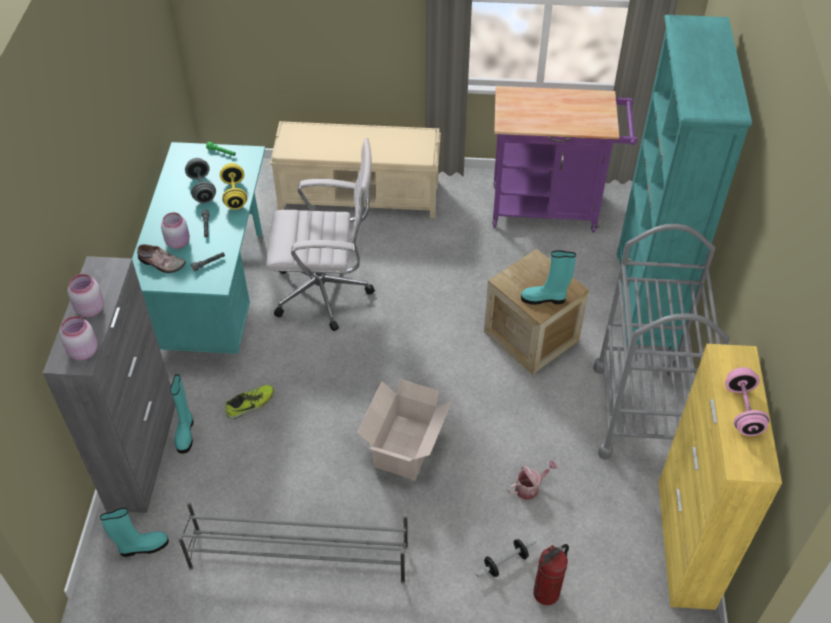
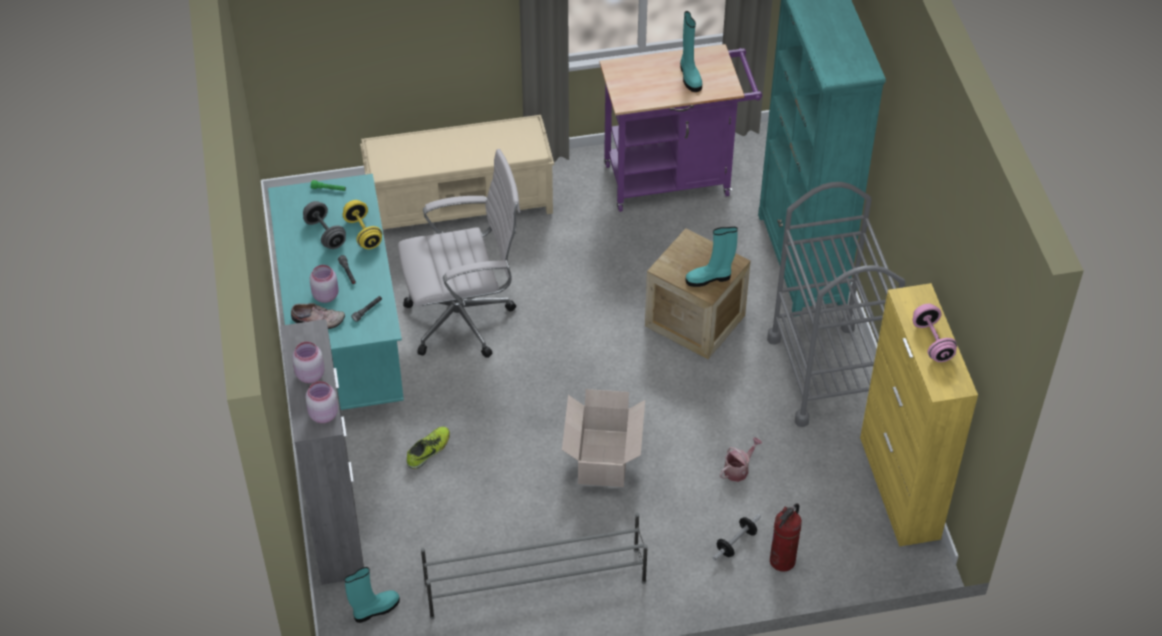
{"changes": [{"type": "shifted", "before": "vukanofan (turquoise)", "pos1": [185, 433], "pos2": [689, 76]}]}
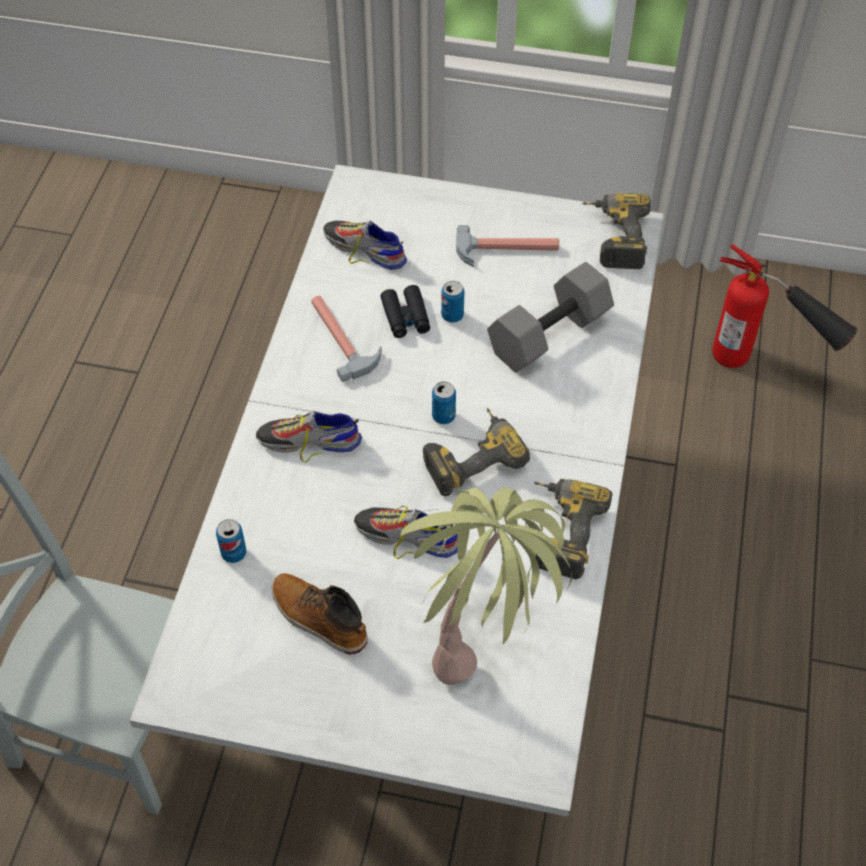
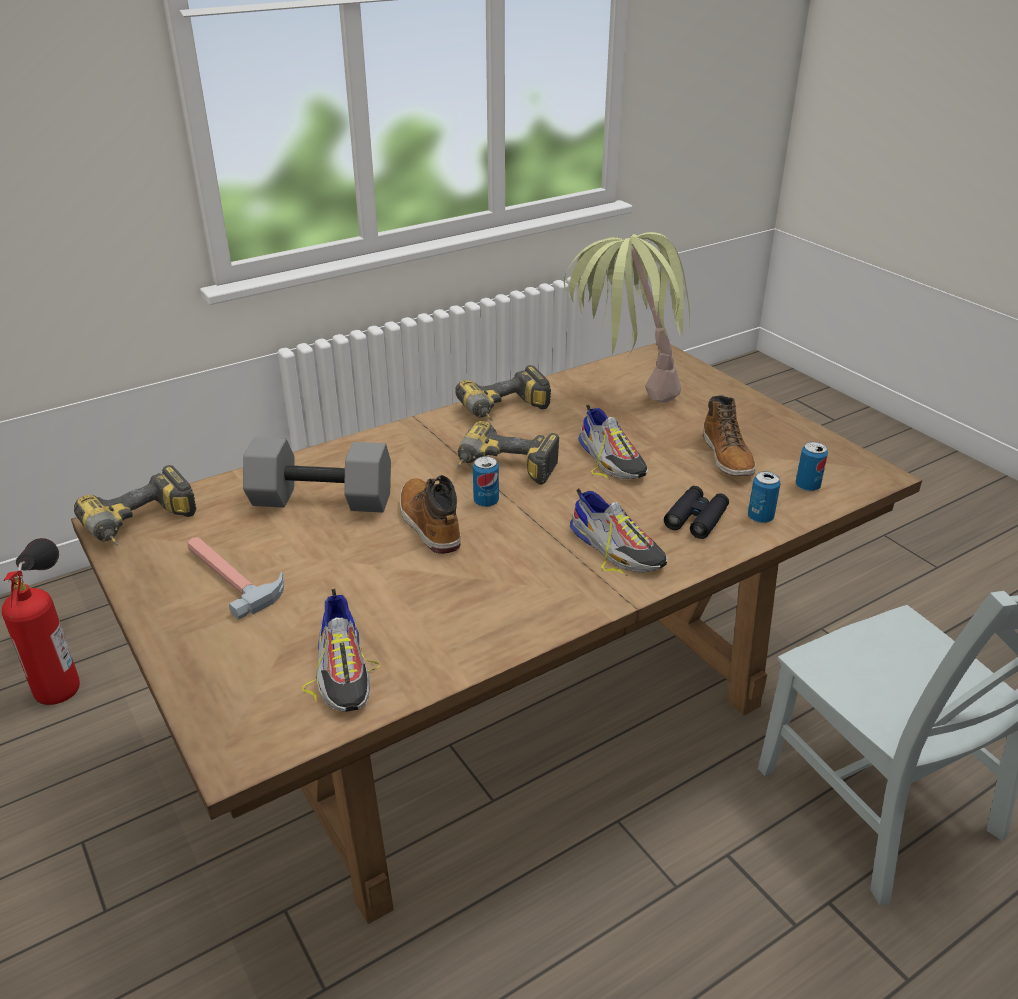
{"changes": [{"type": "repainted", "before": "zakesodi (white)", "after": "zakesodi (brown)", "pos1": [433, 580], "pos2": [511, 713]}, {"type": "gone", "before": "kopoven", "pos1": [342, 337]}, {"type": "shifted", "before": "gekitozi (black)", "pos1": [406, 317], "pos2": [696, 518]}, {"type": "shifted", "before": "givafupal", "pos1": [452, 315], "pos2": [807, 486]}, {"type": "new", "after": "vukanofan", "pos2": [429, 524]}]}
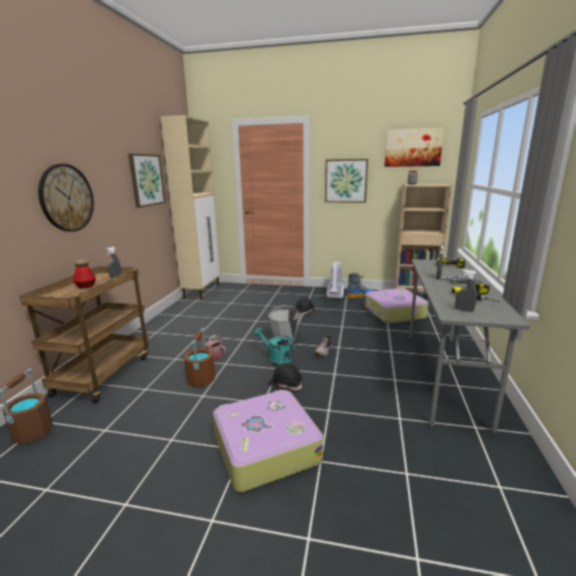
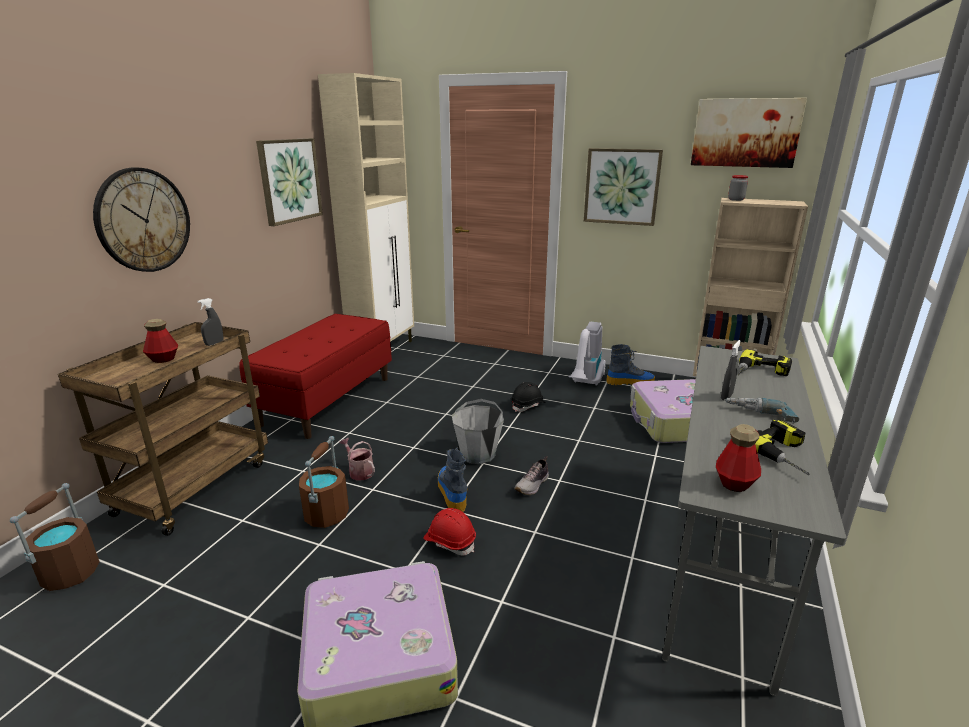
{"changes": [{"type": "swapped", "before": "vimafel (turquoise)", "after": "vukanofan", "pos1": [276, 359], "pos2": [452, 492]}, {"type": "repainted", "before": "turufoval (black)", "after": "turufoval (red)", "pos1": [285, 384], "pos2": [450, 541]}, {"type": "swapped", "before": "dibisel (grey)", "after": "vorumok", "pos1": [464, 310], "pos2": [735, 483]}, {"type": "new", "after": "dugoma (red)", "pos2": [327, 400]}]}
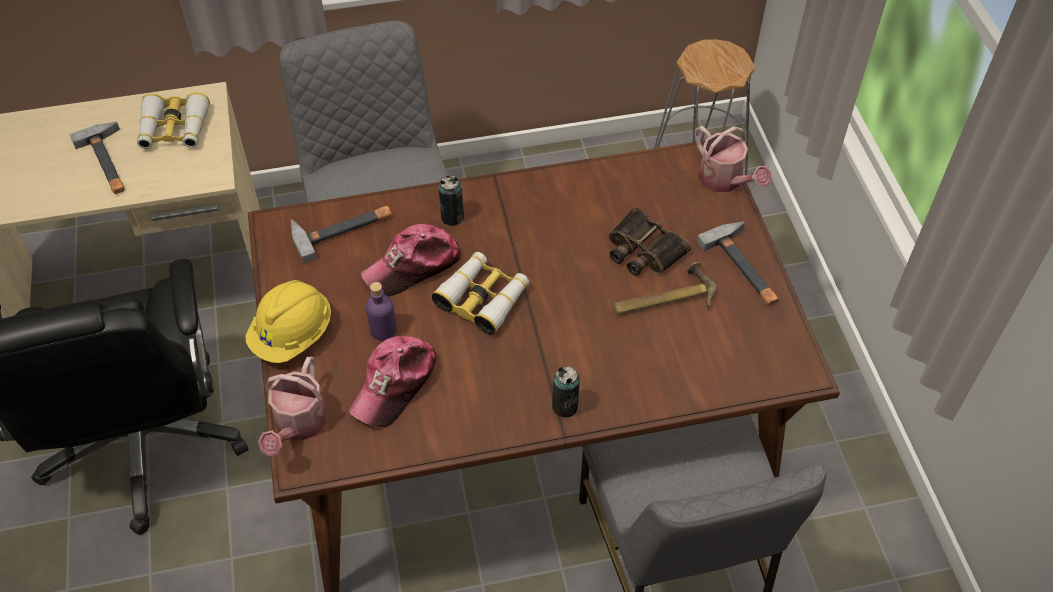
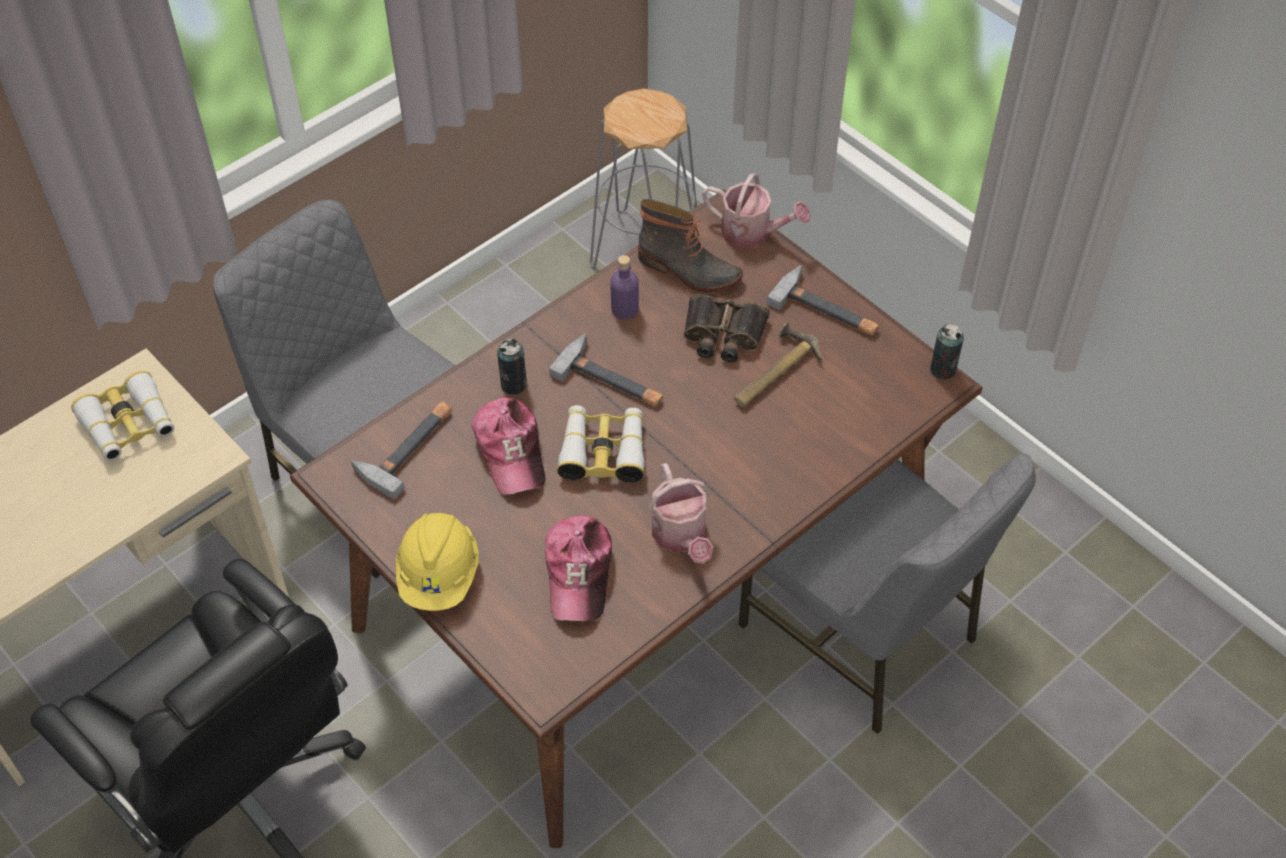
{"changes": [{"type": "shifted", "before": "kopoven", "pos1": [109, 162], "pos2": [612, 379]}, {"type": "shifted", "before": "vimafel", "pos1": [298, 426], "pos2": [681, 536]}, {"type": "rotated", "before": "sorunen", "pos1": [413, 266], "pos2": [510, 451], "turn": -45}, {"type": "shifted", "before": "vorumok (purple)", "pos1": [383, 330], "pos2": [624, 309]}, {"type": "shifted", "before": "givafupal", "pos1": [564, 406], "pos2": [942, 369]}, {"type": "new", "after": "vukanofan", "pos2": [688, 271]}]}
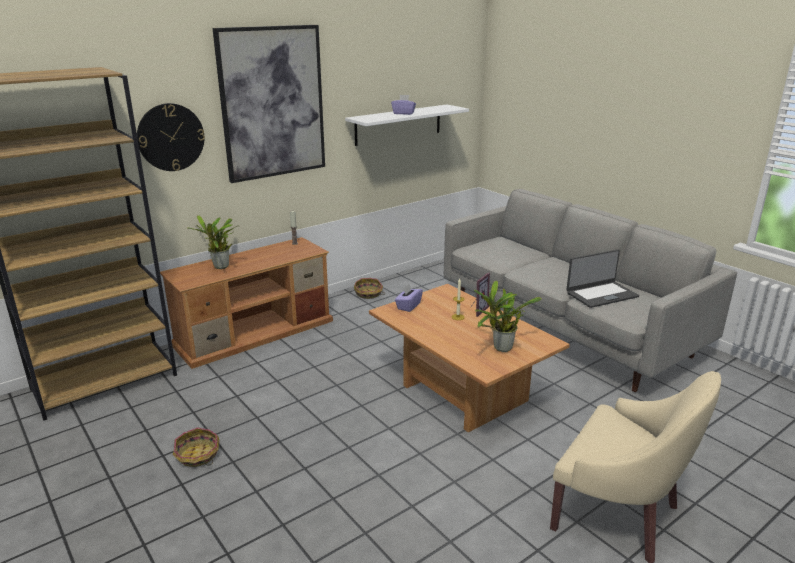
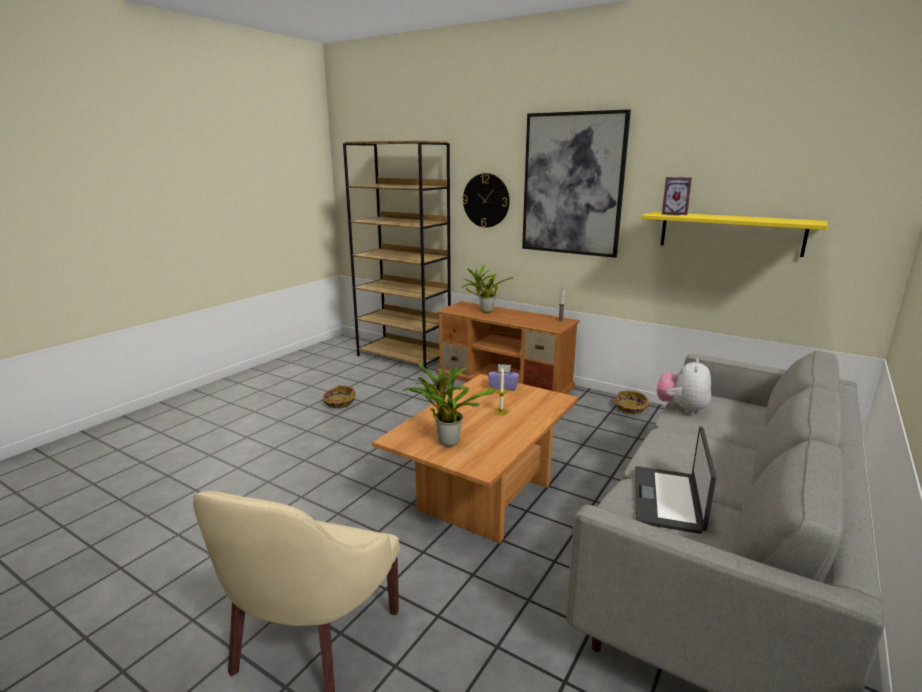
{"changes": [{"type": "repainted", "before": "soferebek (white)", "after": "soferebek (yellow)", "pos1": [398, 124], "pos2": [730, 233]}, {"type": "gone", "before": "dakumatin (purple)", "pos1": [403, 113]}, {"type": "shifted", "before": "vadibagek", "pos1": [476, 310], "pos2": [673, 214]}, {"type": "rotated", "before": "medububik", "pos1": [601, 294], "pos2": [669, 499], "turn": 60}, {"type": "new", "after": "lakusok", "pos2": [682, 409]}]}
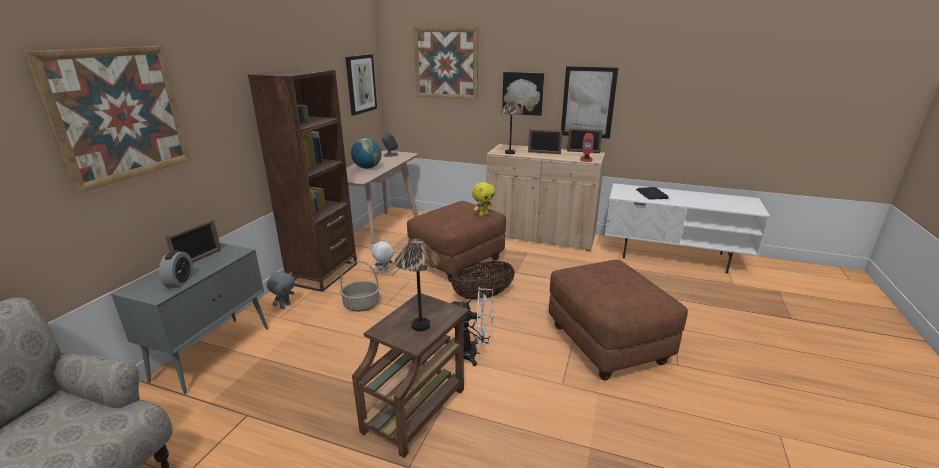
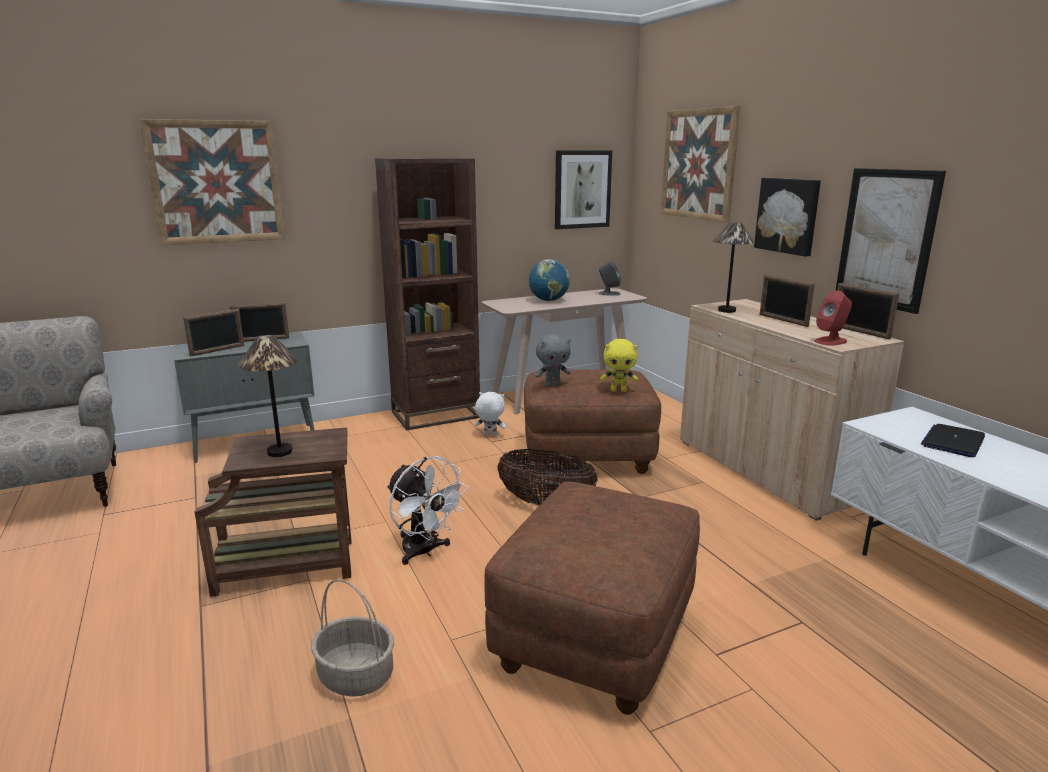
{"changes": [{"type": "swapped", "before": "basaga", "after": "vadibagek", "pos1": [180, 282], "pos2": [217, 350]}, {"type": "shifted", "before": "lakusok (grey)", "pos1": [285, 306], "pos2": [552, 385]}, {"type": "shifted", "before": "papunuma", "pos1": [361, 305], "pos2": [355, 676]}]}
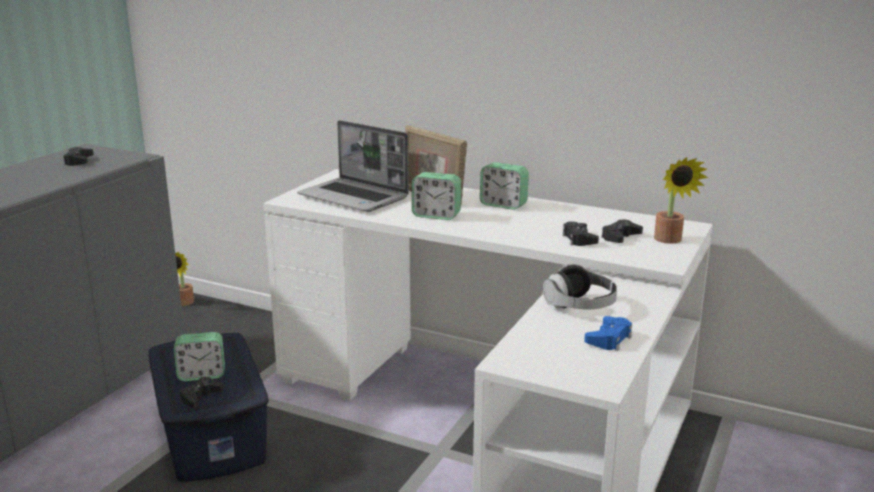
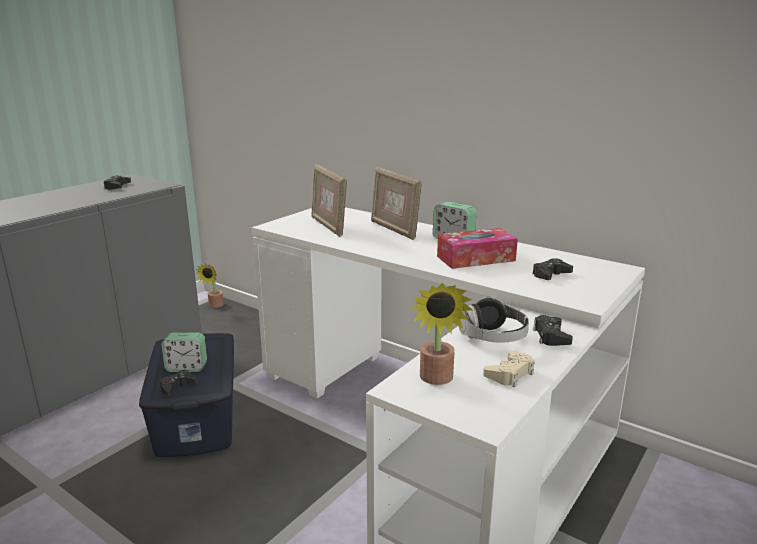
{"changes": [{"type": "swapped", "before": "medububik", "after": "vadibagek", "pos1": [355, 197], "pos2": [328, 226]}, {"type": "gone", "before": "basaga", "pos1": [436, 215]}, {"type": "shifted", "before": "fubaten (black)", "pos1": [579, 239], "pos2": [551, 336]}, {"type": "repainted", "before": "fubaten (blue)", "after": "fubaten (beige)", "pos1": [609, 339], "pos2": [510, 374]}, {"type": "shifted", "before": "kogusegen", "pos1": [670, 240], "pos2": [436, 380]}, {"type": "new", "after": "dakumatin", "pos2": [476, 258]}]}
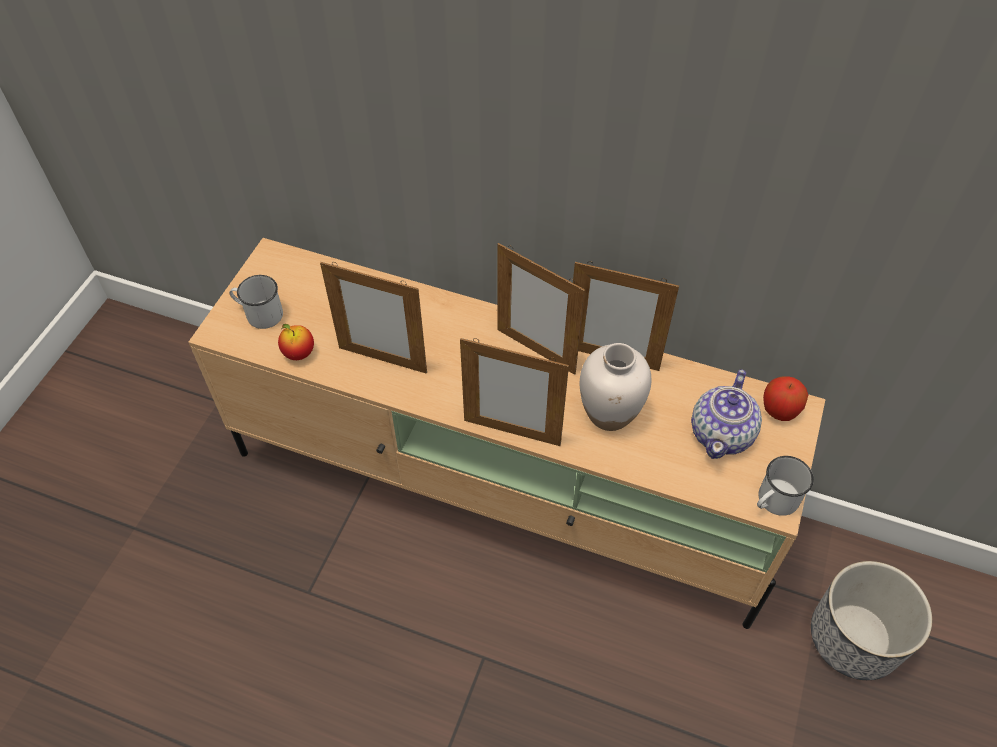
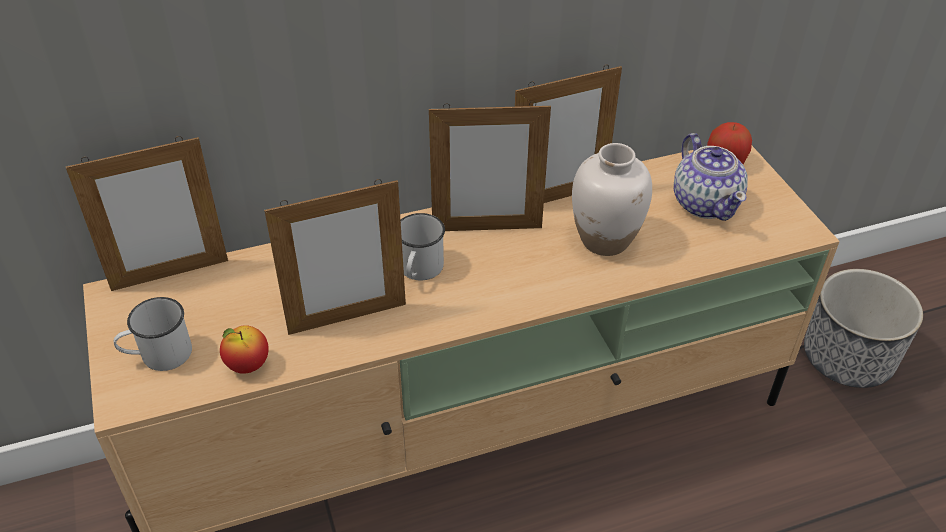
{"changes": [{"type": "shifted", "before": "vadibagek", "pos1": [512, 432], "pos2": [170, 275]}, {"type": "shifted", "before": "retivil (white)", "pos1": [773, 501], "pos2": [419, 271]}]}
